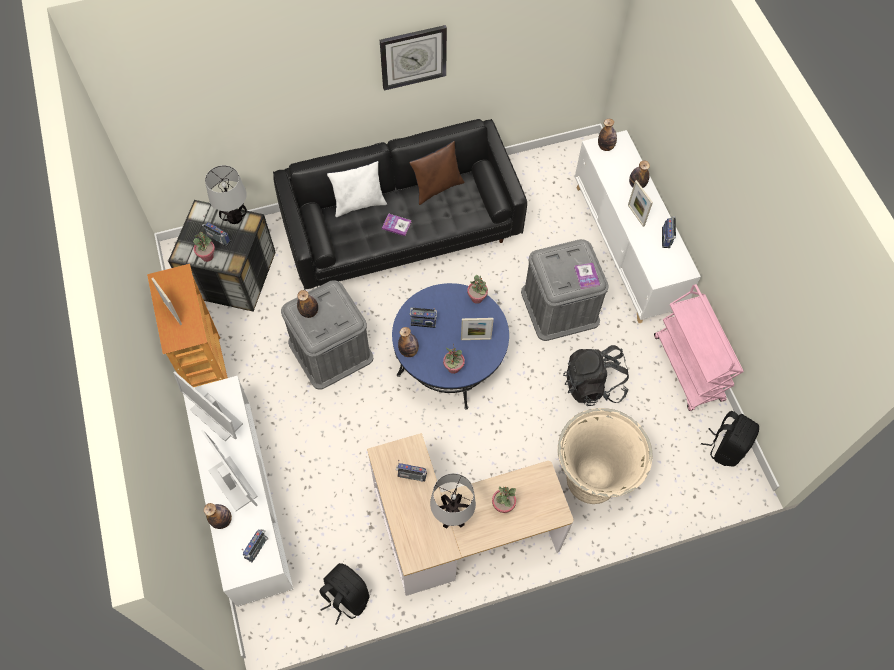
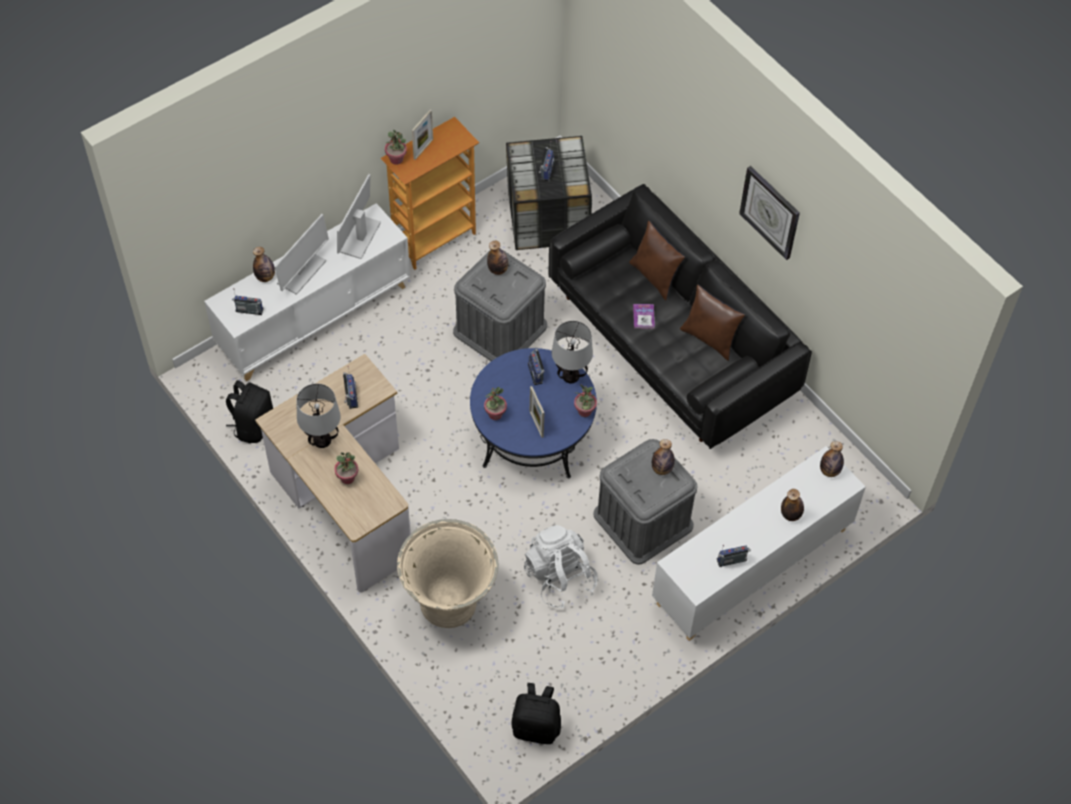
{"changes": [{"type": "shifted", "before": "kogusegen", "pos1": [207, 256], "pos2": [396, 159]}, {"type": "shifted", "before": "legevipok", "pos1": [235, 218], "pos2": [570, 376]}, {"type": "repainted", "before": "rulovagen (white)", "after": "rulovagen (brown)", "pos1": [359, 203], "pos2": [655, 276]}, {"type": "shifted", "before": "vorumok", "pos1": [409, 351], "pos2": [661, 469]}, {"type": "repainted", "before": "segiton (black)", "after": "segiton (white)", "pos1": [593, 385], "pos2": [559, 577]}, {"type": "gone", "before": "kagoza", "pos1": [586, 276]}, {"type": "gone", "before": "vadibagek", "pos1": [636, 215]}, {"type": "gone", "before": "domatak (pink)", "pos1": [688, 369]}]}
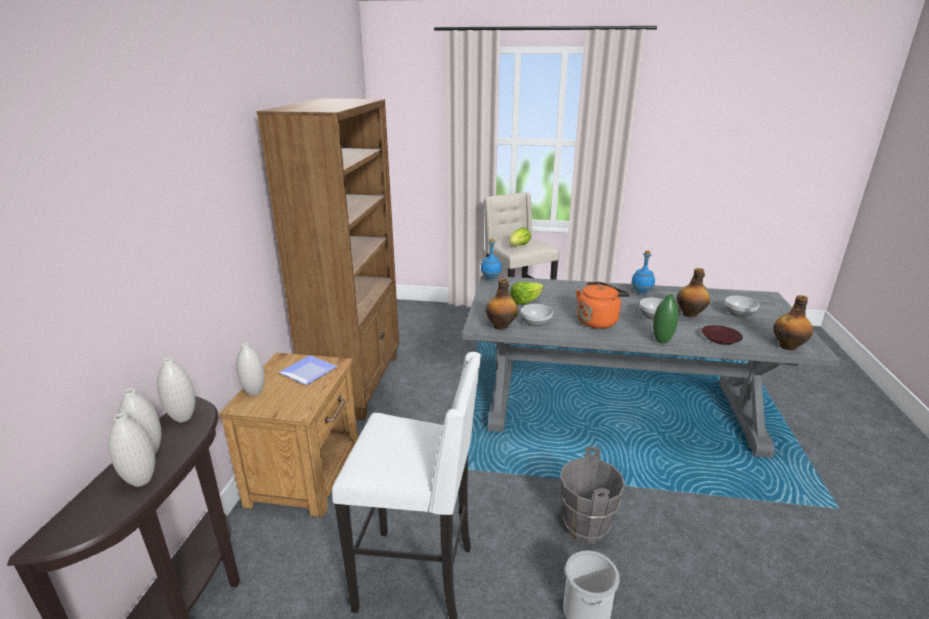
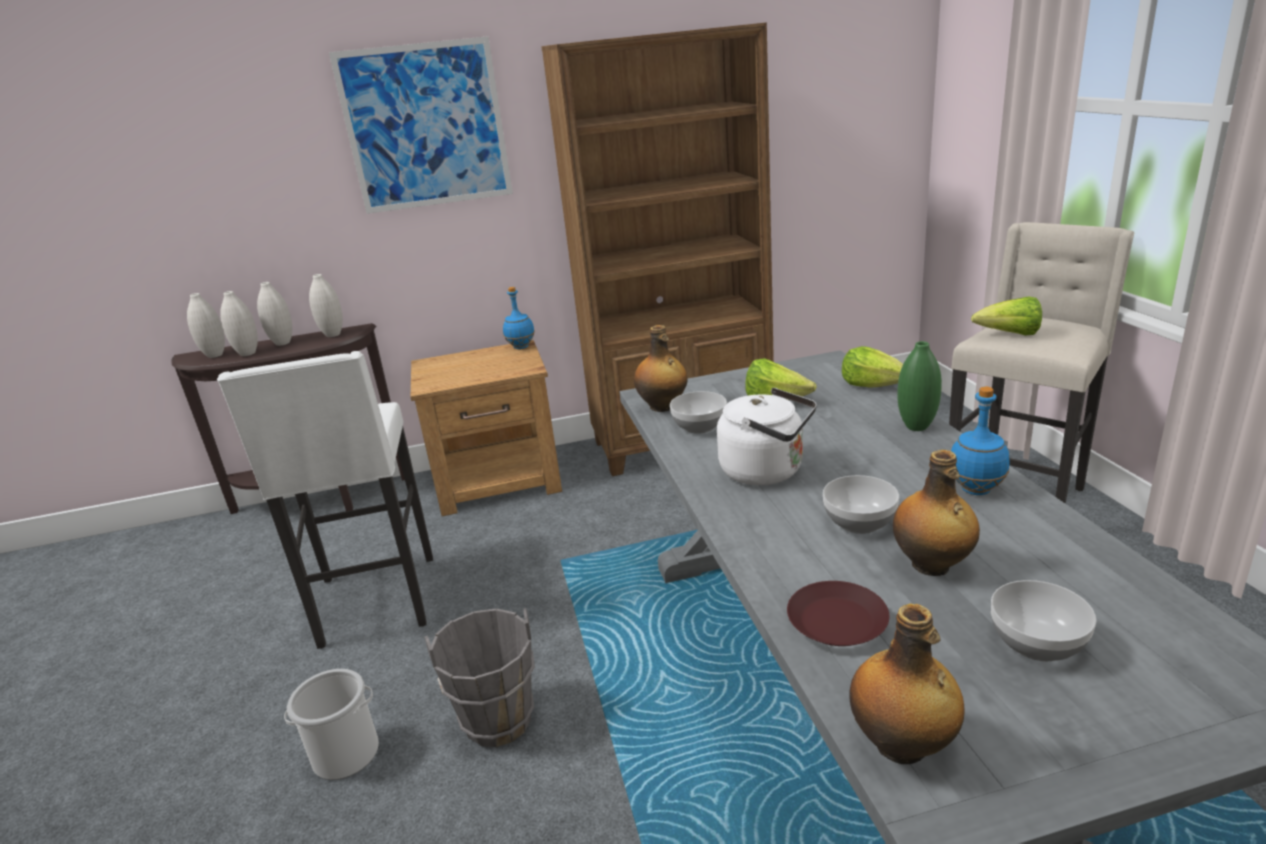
{"changes": [{"type": "shifted", "before": "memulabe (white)", "pos1": [254, 392], "pos2": [215, 355]}, {"type": "gone", "before": "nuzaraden", "pos1": [310, 371]}, {"type": "shifted", "before": "vorumok (blue)", "pos1": [490, 279], "pos2": [521, 347]}, {"type": "repainted", "before": "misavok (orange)", "after": "misavok (white)", "pos1": [598, 321], "pos2": [767, 471]}, {"type": "shifted", "before": "memulabe (green)", "pos1": [661, 341], "pos2": [916, 427]}, {"type": "new", "after": "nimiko", "pos2": [426, 126]}, {"type": "new", "after": "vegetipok", "pos2": [873, 385]}]}
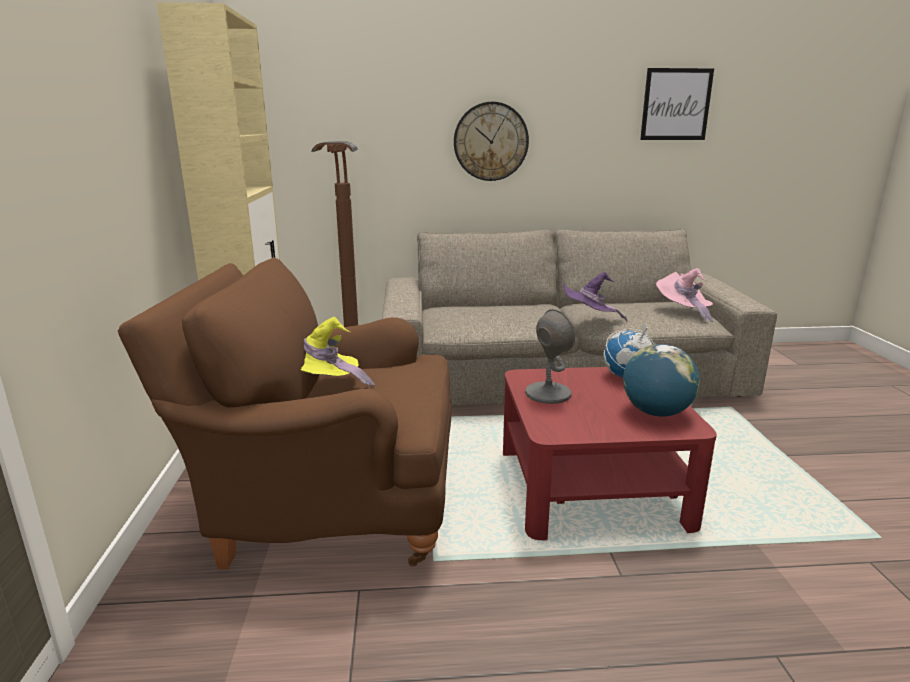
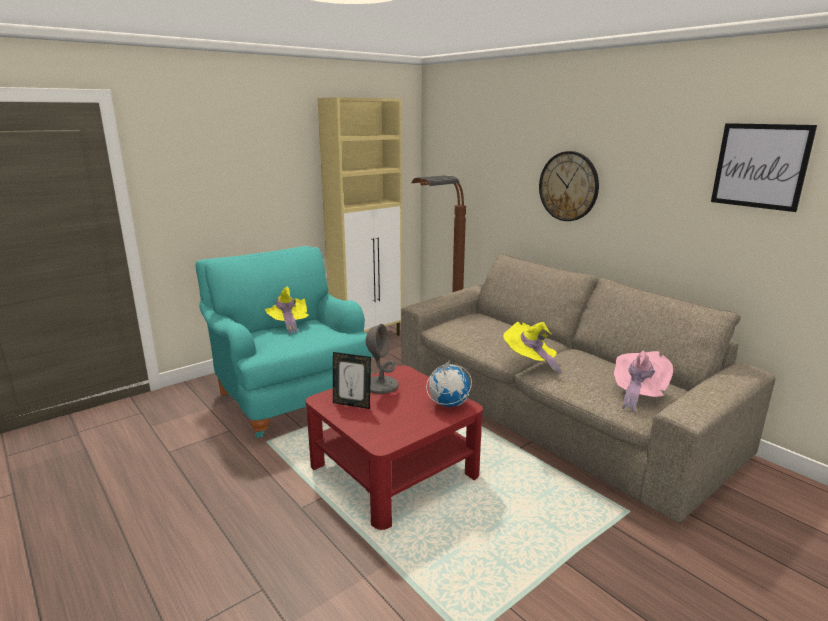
{"changes": [{"type": "repainted", "before": "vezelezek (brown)", "after": "vezelezek (turquoise)", "pos1": [327, 505], "pos2": [289, 396]}, {"type": "repainted", "before": "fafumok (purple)", "after": "fafumok (yellow)", "pos1": [589, 321], "pos2": [530, 362]}, {"type": "gone", "before": "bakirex", "pos1": [656, 412]}, {"type": "new", "after": "vadibagek", "pos2": [352, 404]}]}
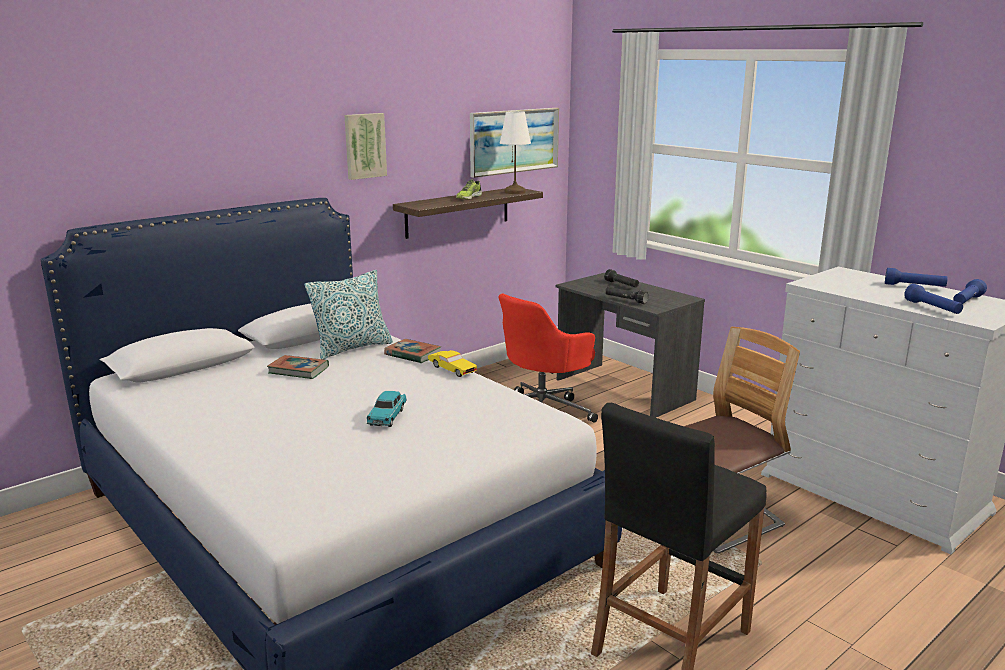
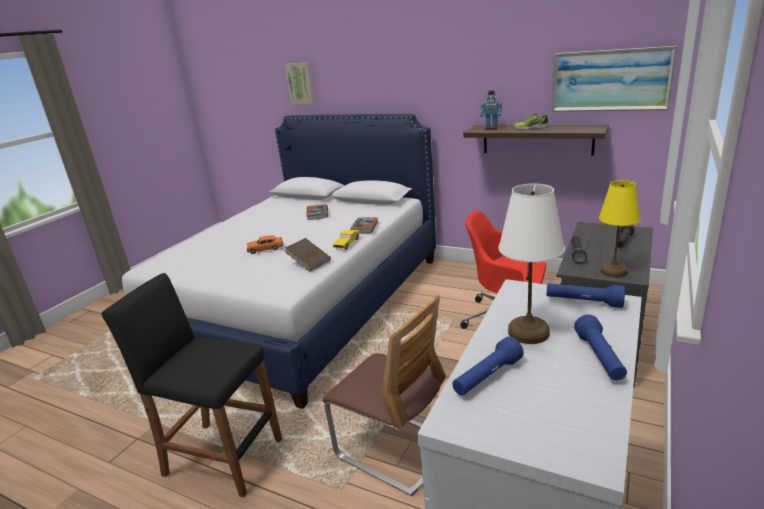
{"changes": [{"type": "gone", "before": "rulovagen", "pos1": [352, 348]}, {"type": "shifted", "before": "nimiko", "pos1": [364, 145], "pos2": [300, 83]}, {"type": "repainted", "before": "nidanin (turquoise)", "after": "nidanin (orange)", "pos1": [387, 417], "pos2": [265, 249]}, {"type": "shifted", "before": "legevipok (white)", "pos1": [515, 192], "pos2": [529, 332]}, {"type": "shifted", "before": "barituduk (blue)", "pos1": [966, 301], "pos2": [583, 302]}, {"type": "new", "after": "kagoza (brown)", "pos2": [309, 263]}, {"type": "new", "after": "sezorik", "pos2": [491, 128]}, {"type": "new", "after": "legevipok (yellow)", "pos2": [614, 272]}]}
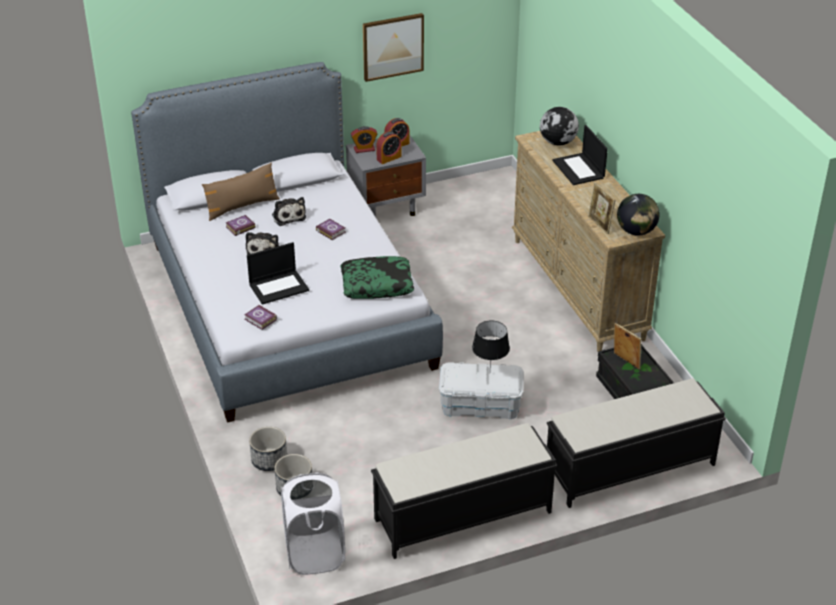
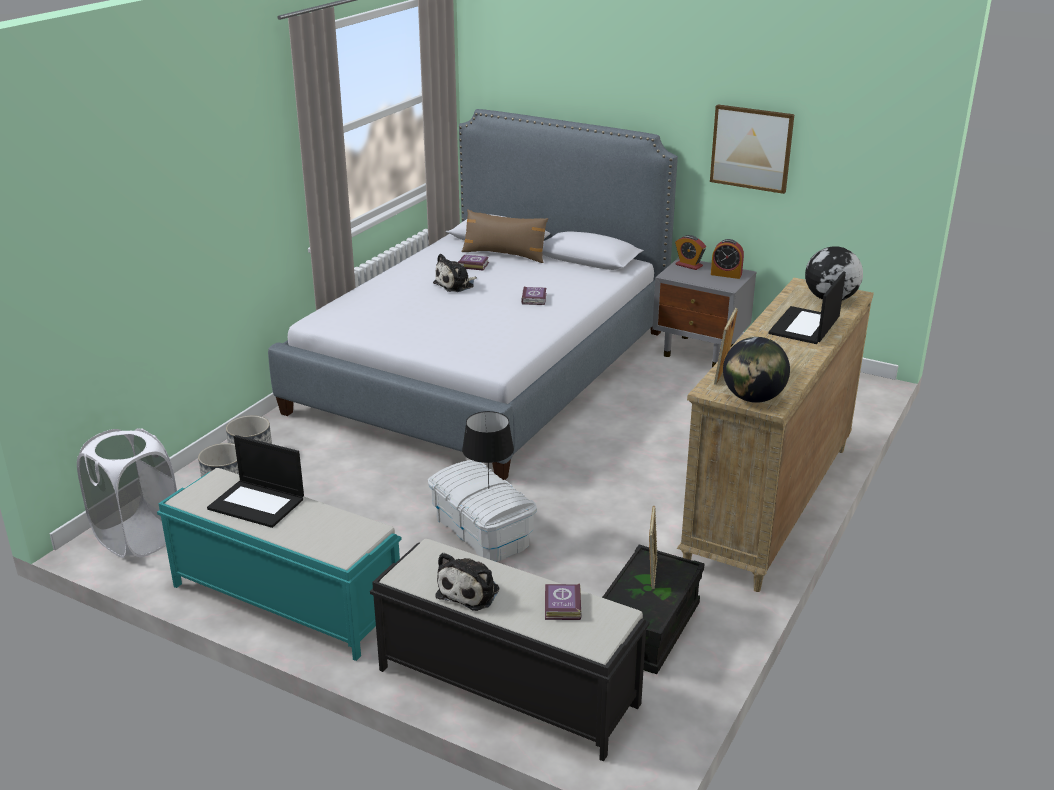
{"changes": [{"type": "shifted", "before": "kagoza", "pos1": [260, 320], "pos2": [561, 606]}, {"type": "shifted", "before": "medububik", "pos1": [279, 287], "pos2": [258, 503]}, {"type": "shifted", "before": "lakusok", "pos1": [288, 216], "pos2": [470, 591]}, {"type": "gone", "before": "rulovagen", "pos1": [377, 284]}, {"type": "repainted", "before": "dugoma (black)", "after": "dugoma (turquoise)", "pos1": [461, 516], "pos2": [285, 599]}, {"type": "gone", "before": "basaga", "pos1": [389, 158]}]}
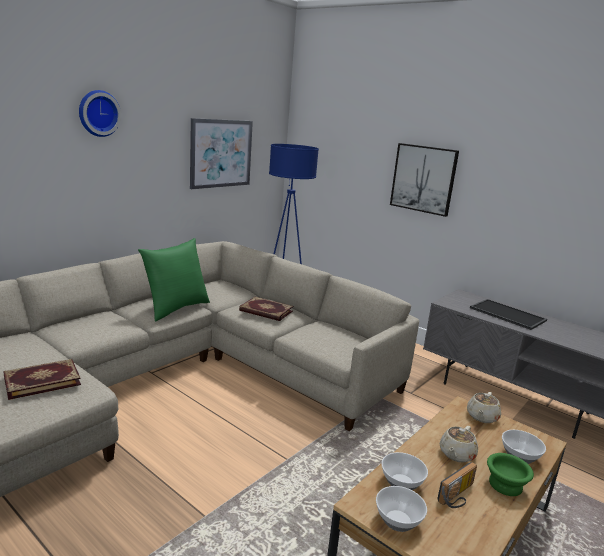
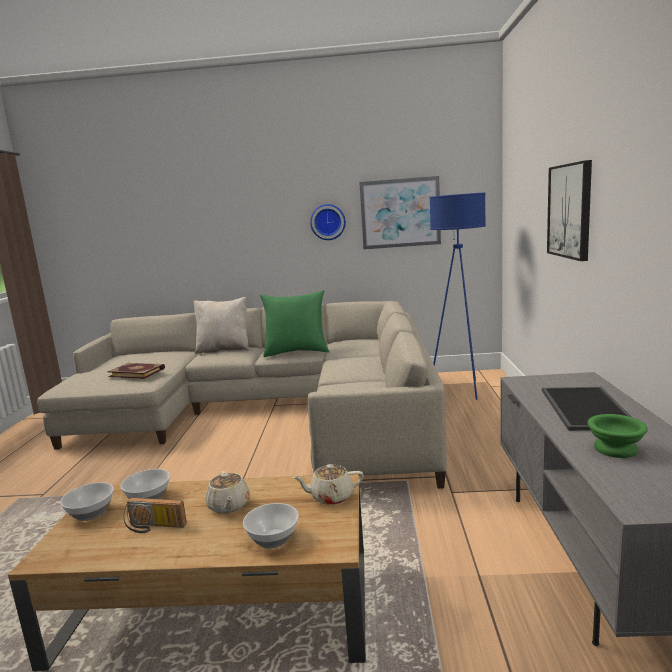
{"changes": [{"type": "shifted", "before": "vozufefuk", "pos1": [98, 113], "pos2": [328, 222]}, {"type": "gone", "before": "kagoza", "pos1": [265, 311]}, {"type": "rotated", "before": "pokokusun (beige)", "pos1": [456, 454], "pos2": [229, 506], "turn": -105}, {"type": "shifted", "before": "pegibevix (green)", "pos1": [506, 484], "pos2": [617, 449]}, {"type": "new", "after": "rulovagen (beige)", "pos2": [224, 349]}]}
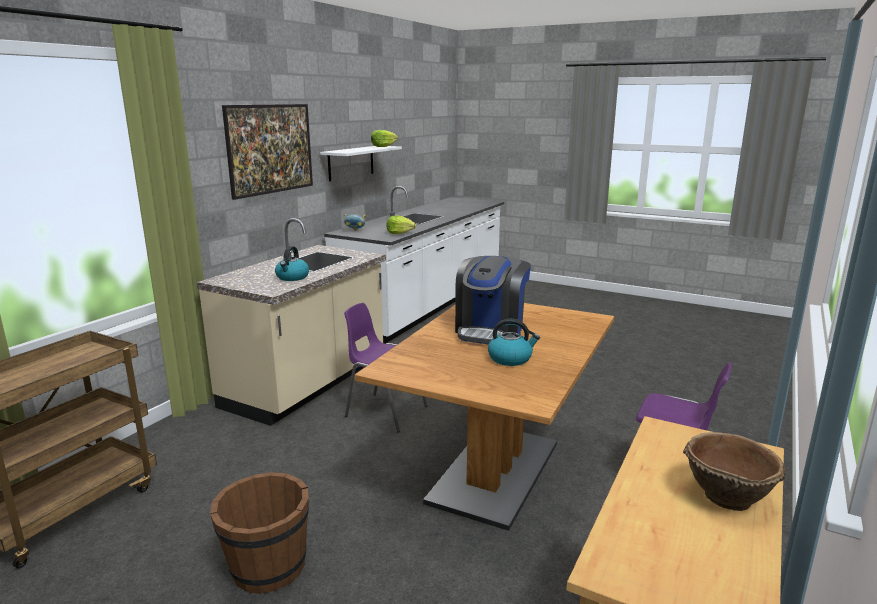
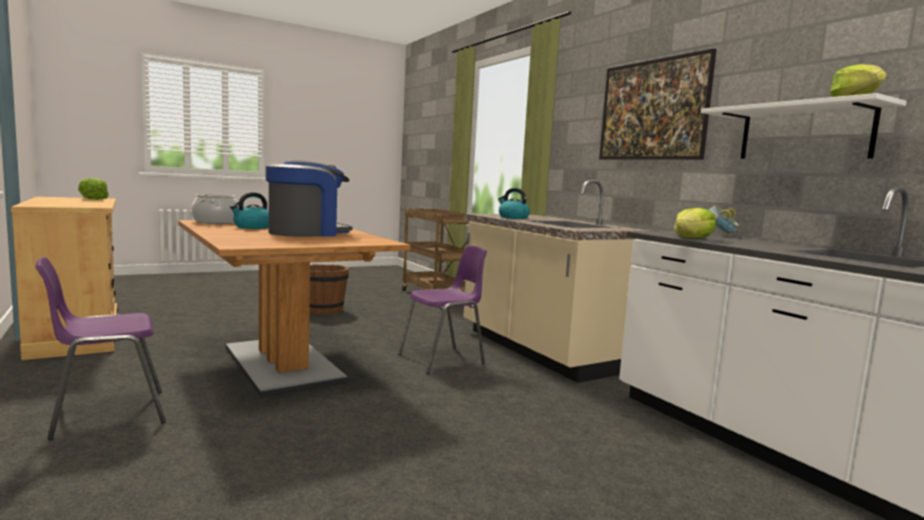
{"changes": [{"type": "rotated", "before": "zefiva", "pos1": [490, 330], "pos2": [307, 233], "turn": 90}, {"type": "gone", "before": "pegibevix (brown)", "pos1": [726, 496]}, {"type": "new", "after": "vegetipok", "pos2": [92, 199]}, {"type": "new", "after": "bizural", "pos2": [215, 222]}]}
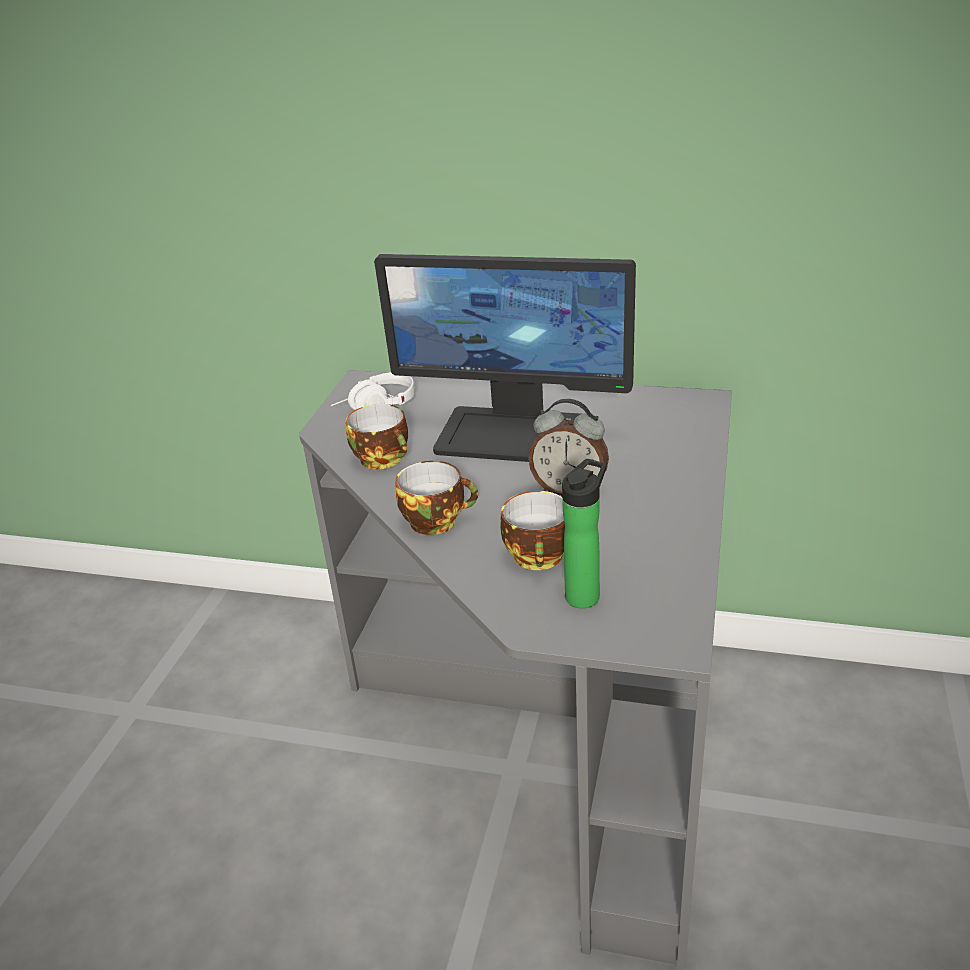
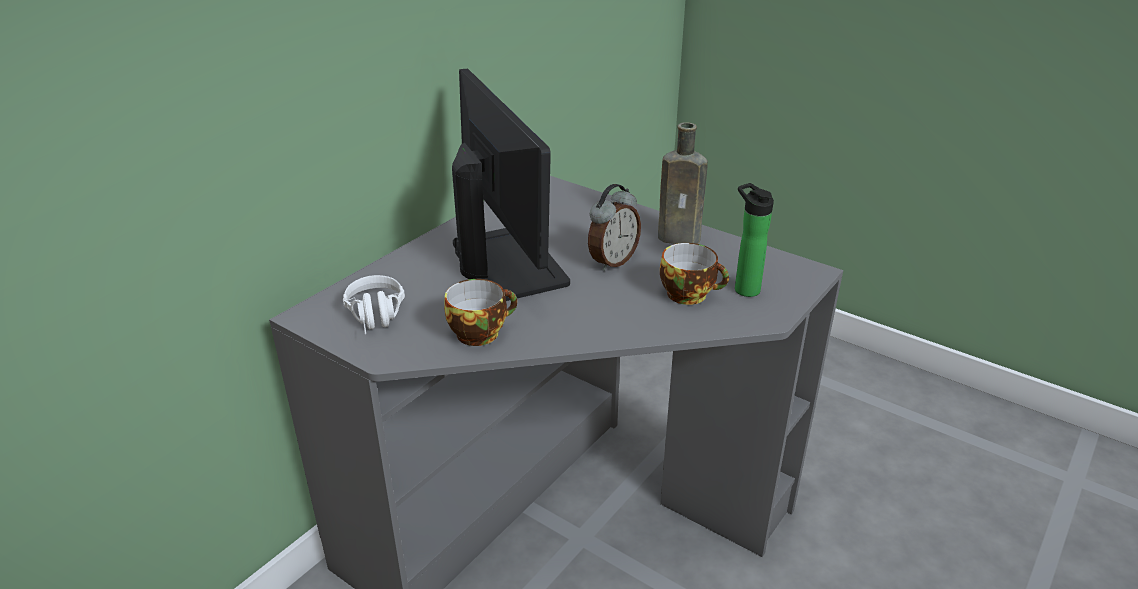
{"changes": [{"type": "rotated", "before": "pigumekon", "pos1": [512, 434], "pos2": [505, 263], "turn": -60}, {"type": "gone", "before": "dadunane", "pos1": [437, 520]}, {"type": "new", "after": "vorumok (brown)", "pos2": [682, 238]}]}
